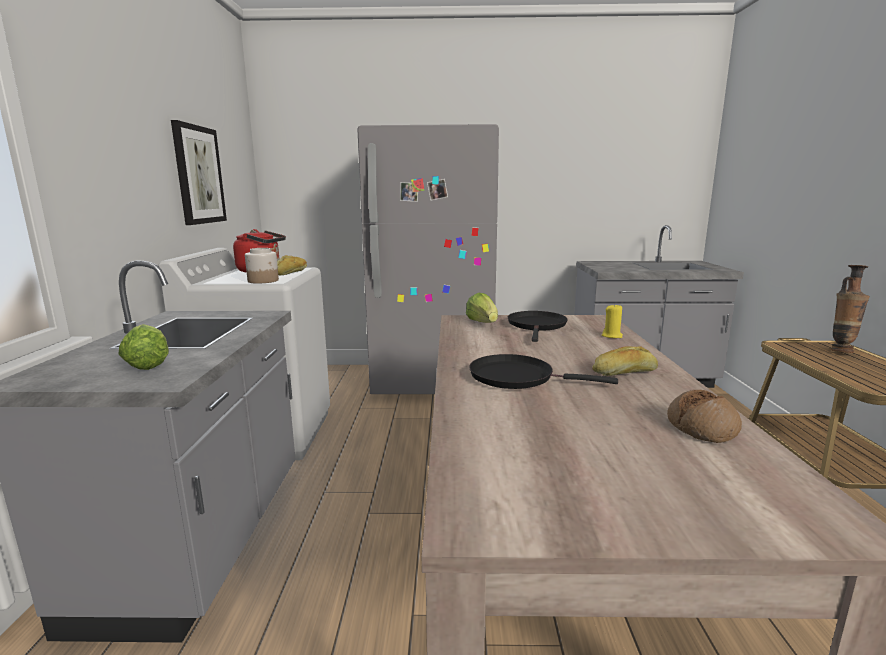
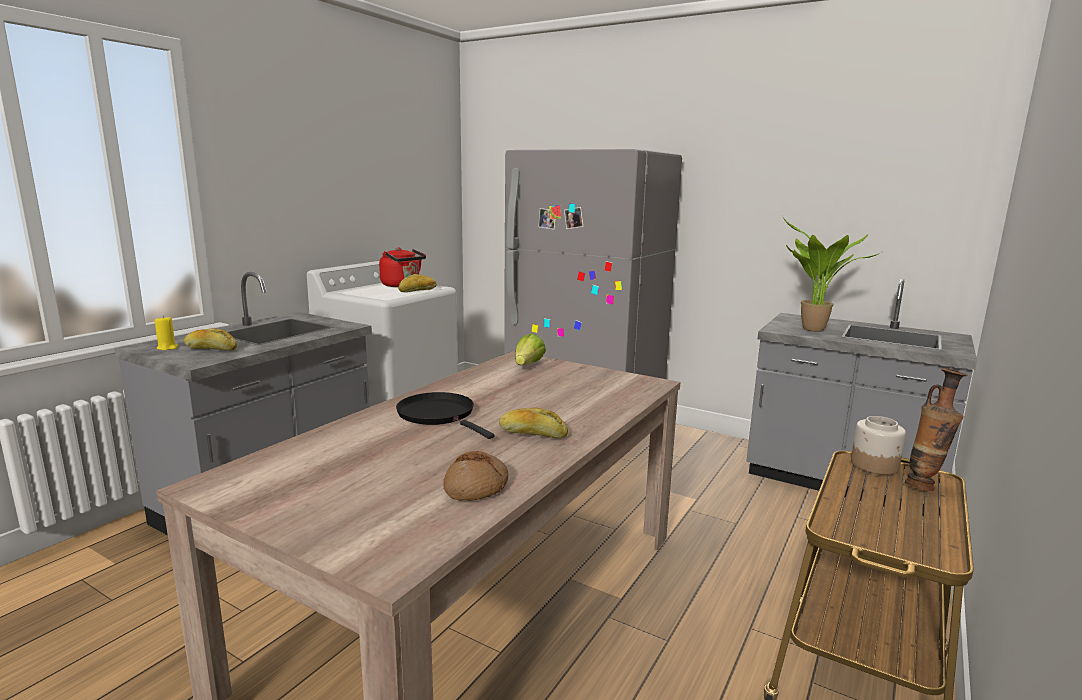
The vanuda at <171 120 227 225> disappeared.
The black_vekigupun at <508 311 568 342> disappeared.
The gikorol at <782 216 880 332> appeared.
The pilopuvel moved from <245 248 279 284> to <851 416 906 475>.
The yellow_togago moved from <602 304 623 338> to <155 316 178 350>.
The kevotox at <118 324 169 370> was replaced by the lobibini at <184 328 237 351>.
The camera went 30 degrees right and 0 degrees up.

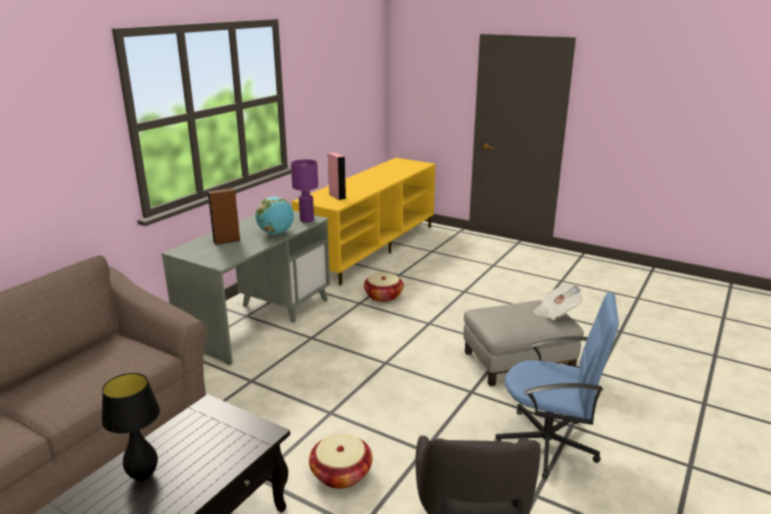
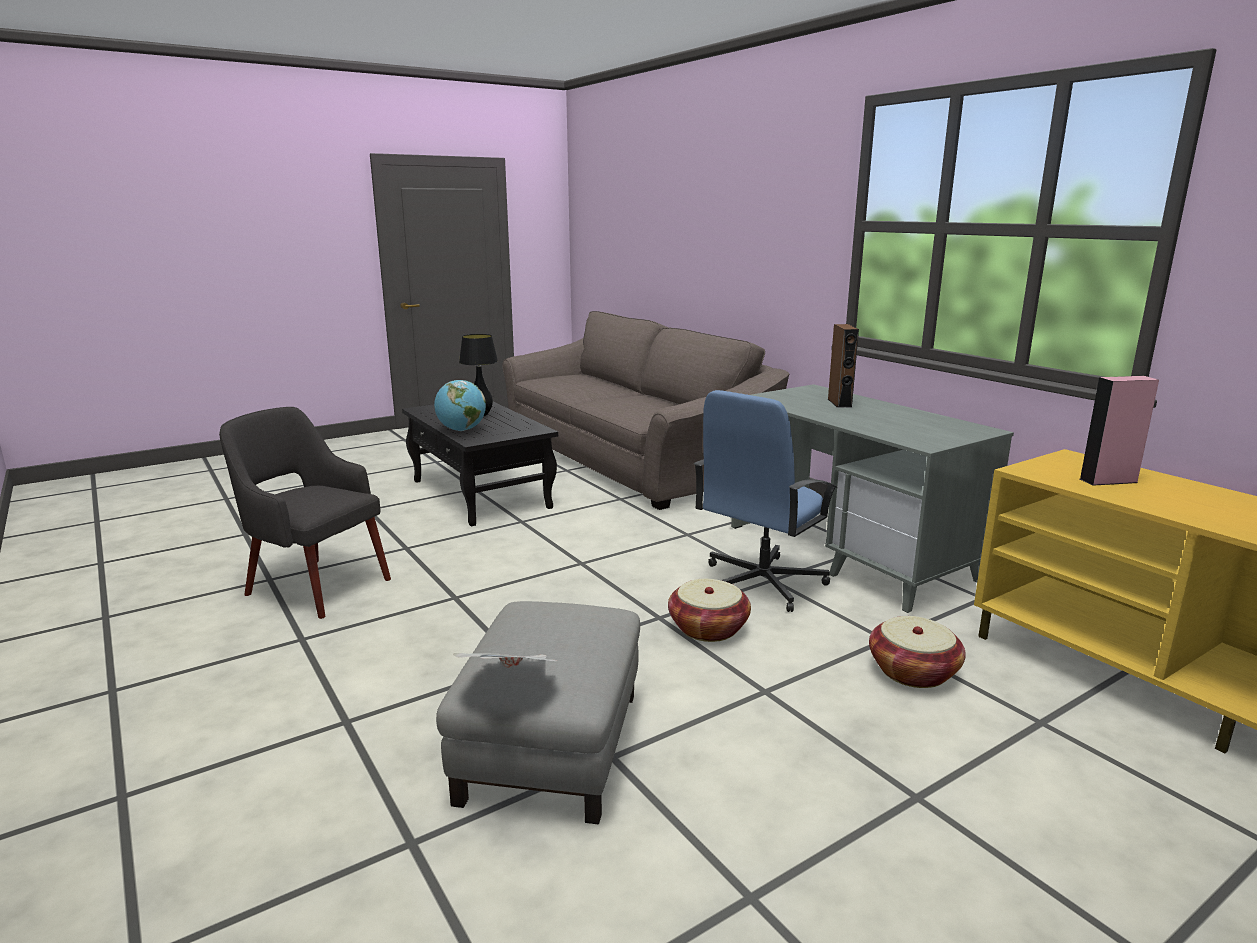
The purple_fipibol at <291 159 318 222> disappeared.
The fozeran moved from <255 196 294 235> to <434 380 486 431>.
The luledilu moved from <309 434 372 489> to <668 579 751 642>.
The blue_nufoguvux moved from <495 293 619 479> to <694 390 838 612>.
The camera went 115 degrees right and 5 degrees down.

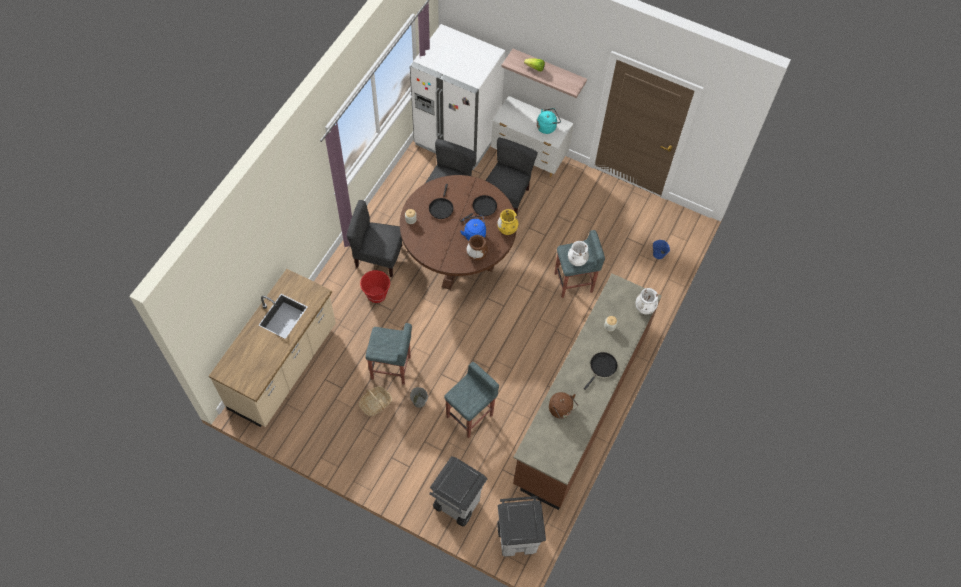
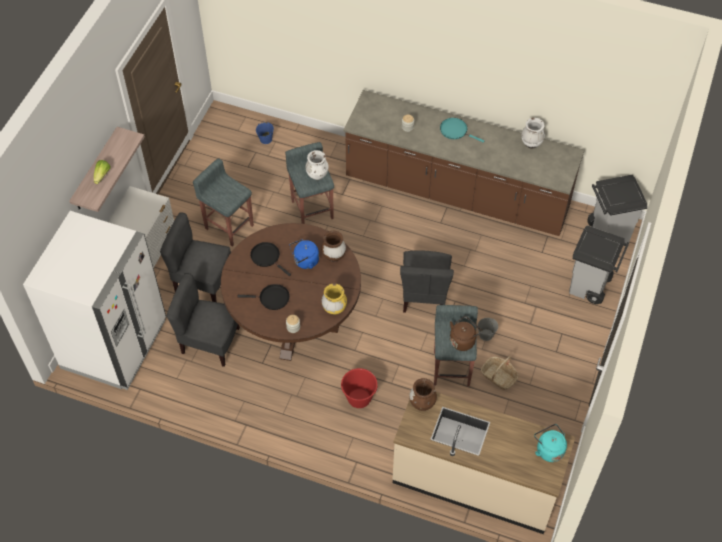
The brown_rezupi at <409 378 437 411> appeared.
The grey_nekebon moved from <347 200 402 277> to <400 250 454 313>.
The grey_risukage moved from <444 362 499 438> to <193 158 254 247>.
The yellow_rezupi moved from <497 209 518 235> to <322 283 347 315>.
The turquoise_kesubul moved from <537 108 561 134> to <534 424 567 462>.
The brown_kesubul moved from <549 392 578 418> to <450 316 482 351>.
The white_rezupi moved from <636 288 658 314> to <521 118 545 148>.
The black_vekigupun at <584 352 617 390> became the turquoise_vekigupun at <440 118 485 143>.
The camera went 95 degrees left and 5 degrees down.

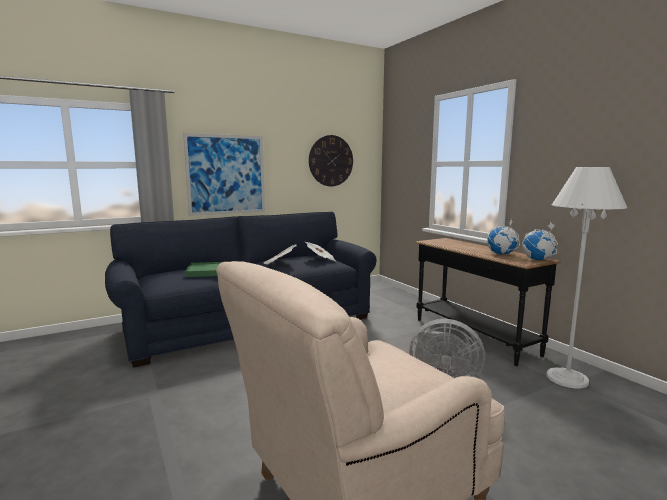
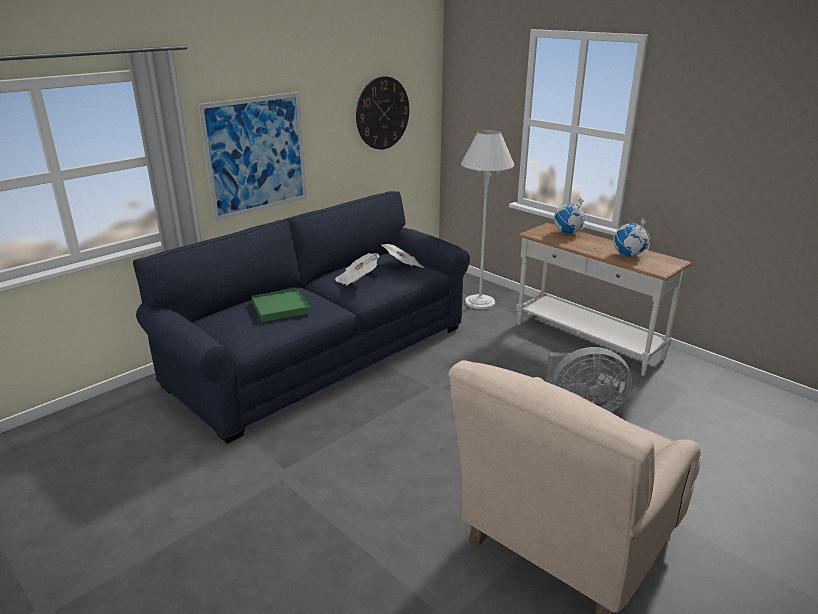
The fozeran moved from <522 222 558 260> to <554 196 586 234>.
The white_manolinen moved from <546 167 627 388> to <461 130 514 309>.
The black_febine at <415 238 561 366> became the white_febine at <516 223 692 376>.
The camera went 15 degrees left and 15 degrees up.

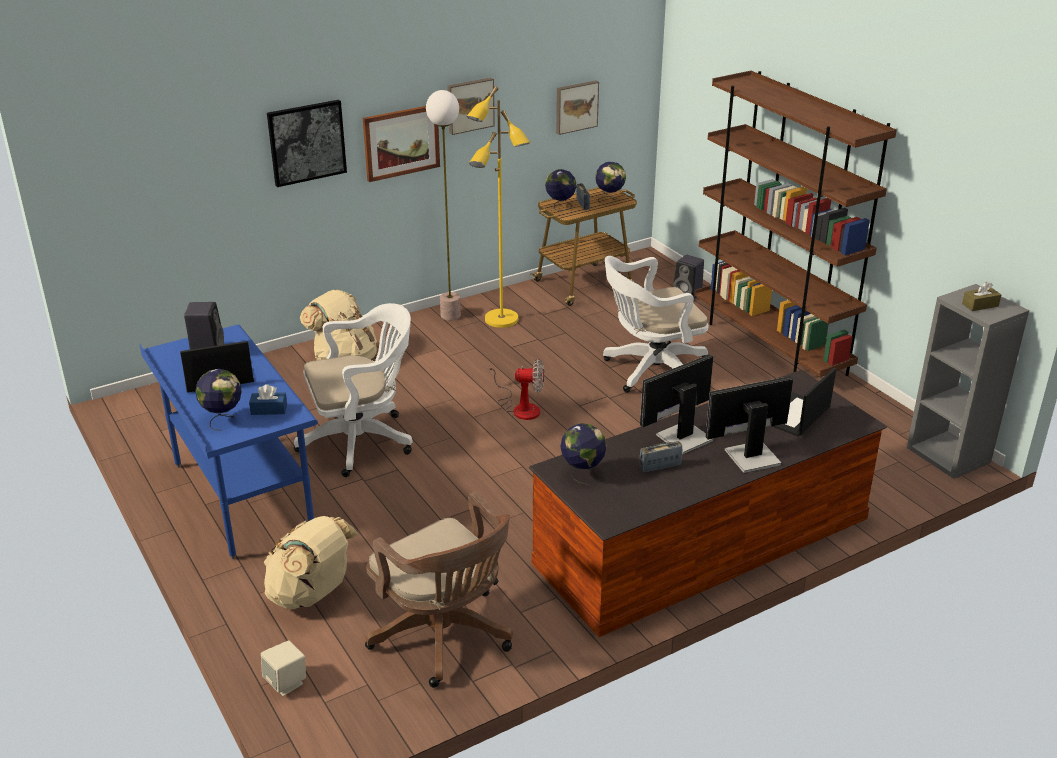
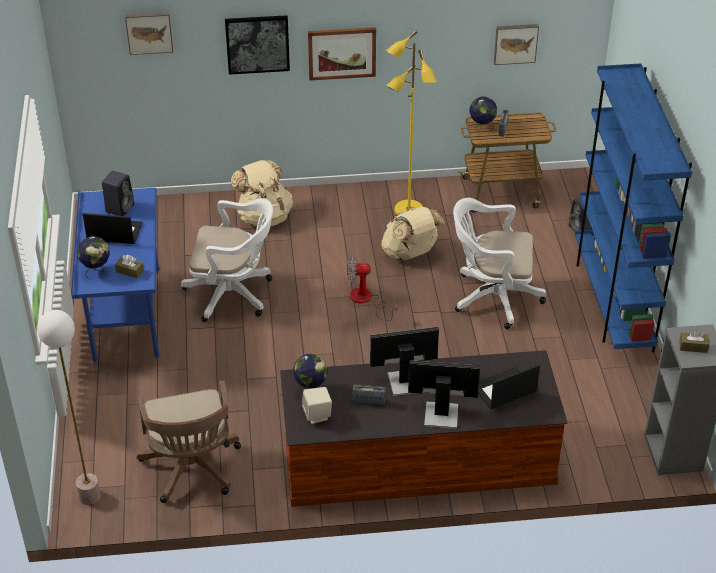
The fozeran at <595 161 626 203> disappeared.
The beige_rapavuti moved from <261 640 306 696> to <302 387 332 424>.
The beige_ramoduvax moved from <264 516 358 609> to <381 207 445 260>.
The manolinen moved from <426 90 461 321> to <37 310 101 505>.
The vanuda moved from <447 78 495 135> to <125 12 173 55>.
The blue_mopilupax at <249 384 287 415> became the brown_mopilupax at <115 255 144 279>.
The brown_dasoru at <695 71 897 377> became the blue_dasoru at <575 63 692 352>.
The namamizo at <489 359 544 420> turned 150 degrees clockwise.
The camera went 25 degrees right and 10 degrees up.

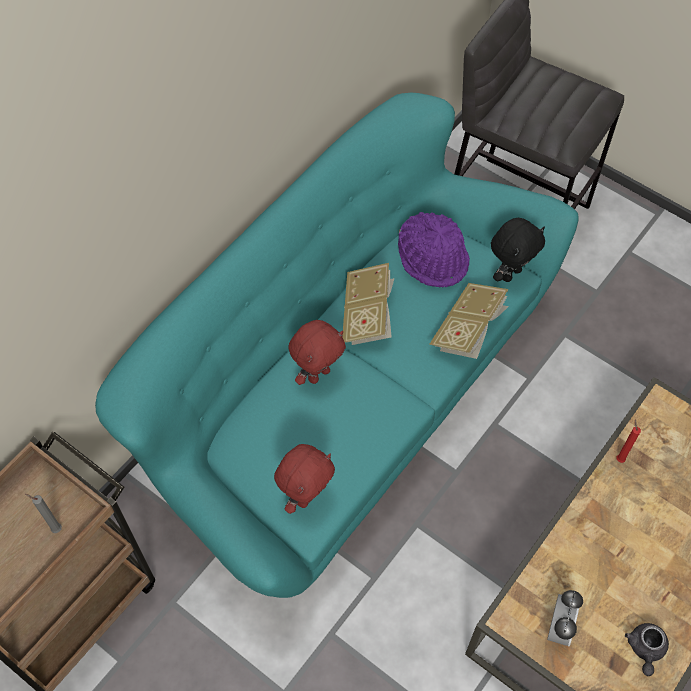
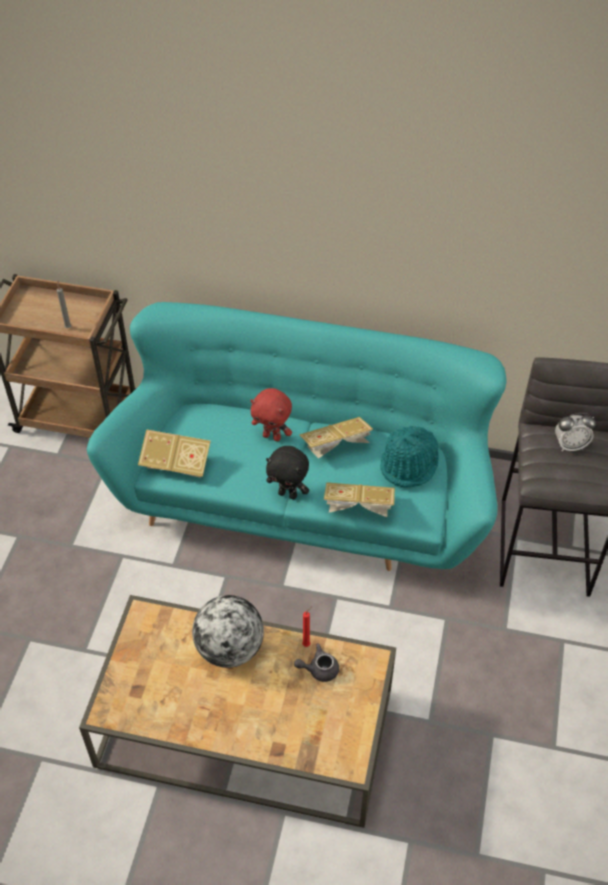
The fozeran at <192 595 264 668> appeared.
The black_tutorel moved from <491 218 545 282> to <266 446 309 499>.
The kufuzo moved from <547 590 583 646> to <555 413 596 451>.
The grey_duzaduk moved from <625 623 669 676> to <294 643 339 682>.
The red_tutorel at <274 444 335 514> was replaced by the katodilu at <138 429 211 478>.
The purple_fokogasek at <398 212 470 288> became the turquoise_fokogasek at <380 426 439 487>.
The camera went 65 degrees right and 10 degrees down.

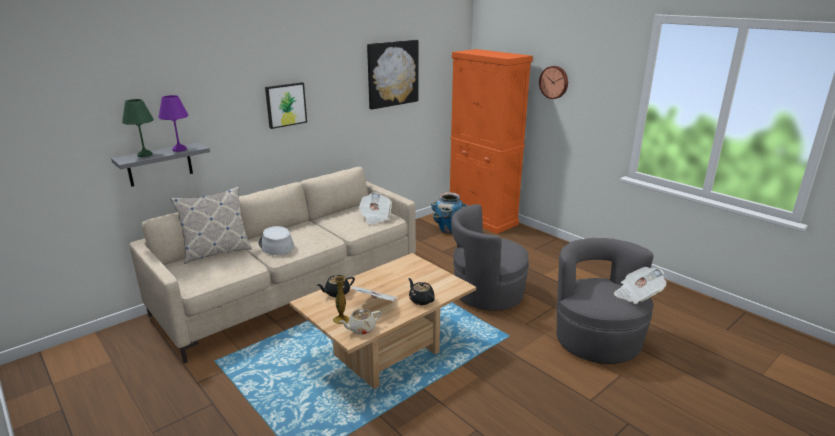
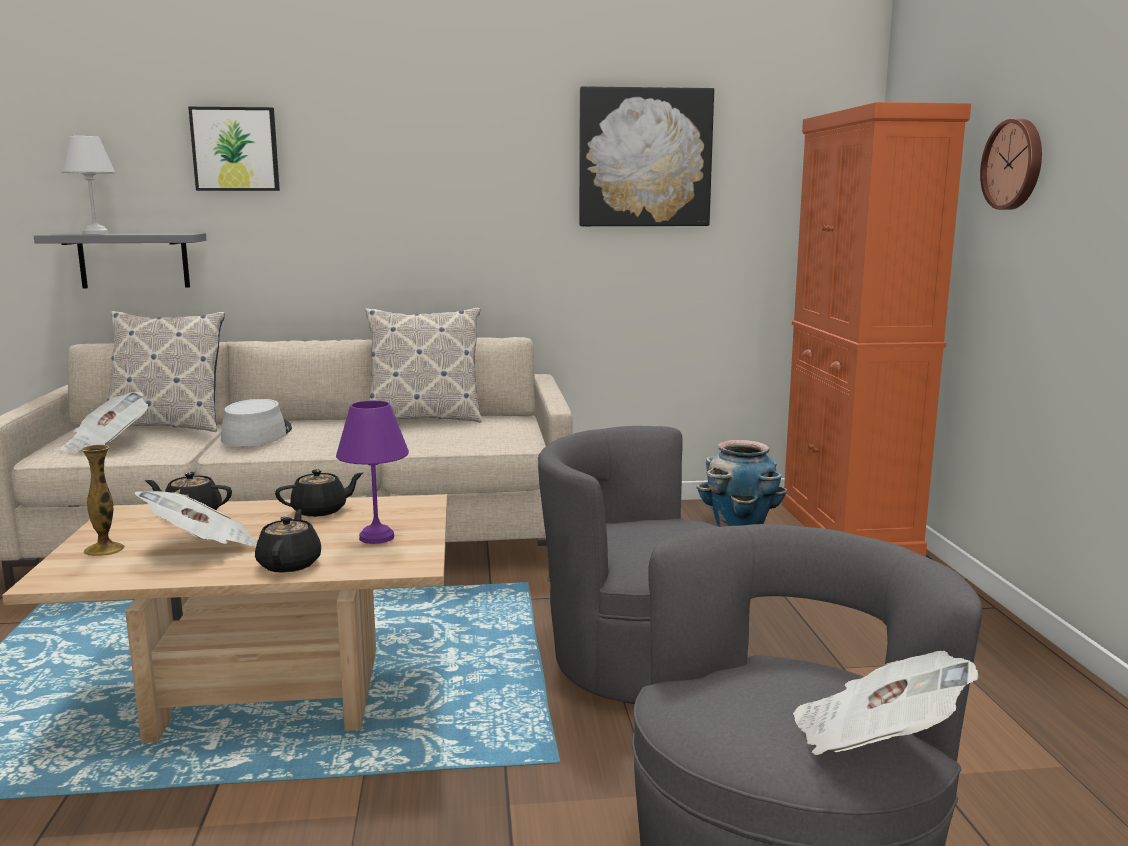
The beige_duzaduk at <339 309 381 335> disappeared.
The black_duzaduk at <275 469 363 517> appeared.
The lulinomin at <365 307 482 422> appeared.
The purple_fipibol moved from <158 95 188 152> to <336 400 409 544>.
The vanuda moved from <265 82 307 129> to <188 107 280 191>.
The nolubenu moved from <358 192 392 225> to <60 392 148 452>.
The green_fipibol at <122 99 154 157> became the white_fipibol at <62 136 115 234>.
The camera went 35 degrees right and 10 degrees down.

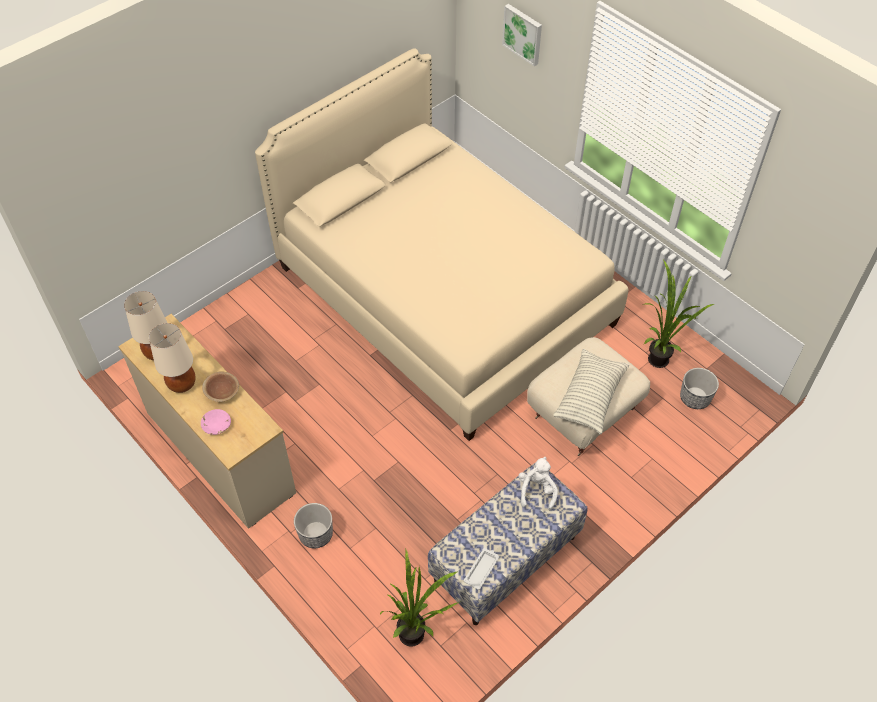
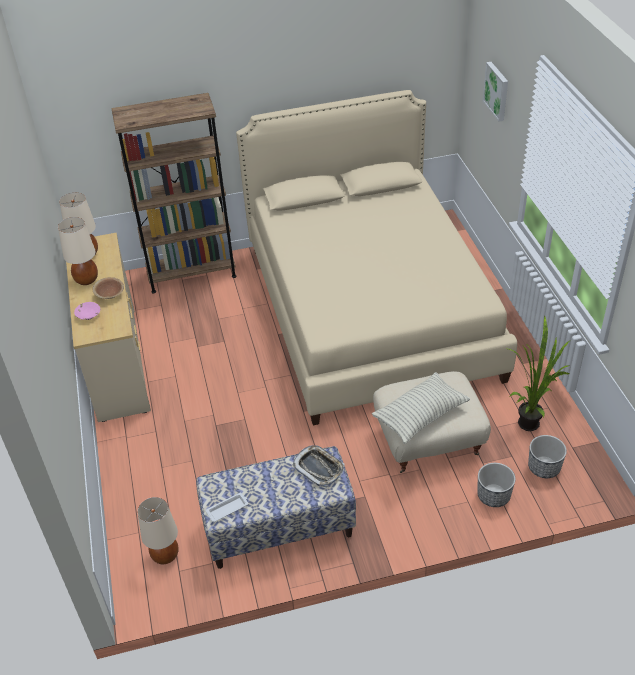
The brown_dasoru at <111 93 236 294> appeared.
The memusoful moved from <294 503 333 548> to <477 463 515 507>.
The gikorol at <380 550 459 647> was replaced by the beige_fipibol at <137 497 179 564>.
The white_tutorel at <518 457 558 510> was replaced by the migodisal at <292 445 344 487>.
The camera went 30 degrees right and 10 degrees down.

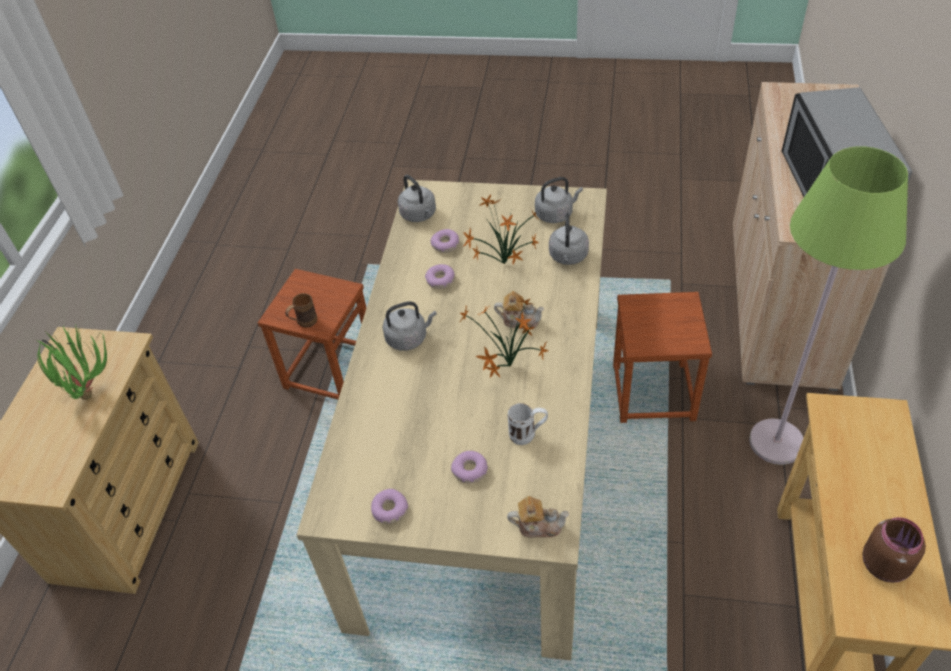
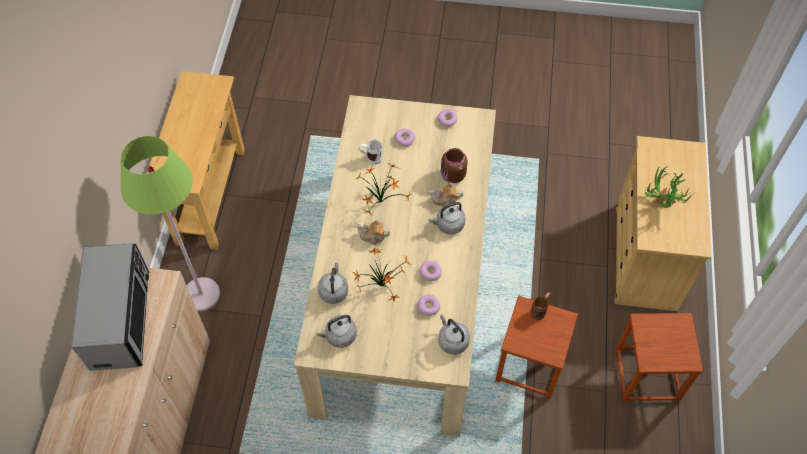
The duzaduk moved from <507 496 569 538> to <429 183 463 206>.
The brown_risukage moved from <613 292 712 423> to <615 313 703 403>.
The brown_pilopuvel moved from <862 517 926 583> to <441 148 468 183>.
The camera went 175 degrees right and 10 degrees up.

